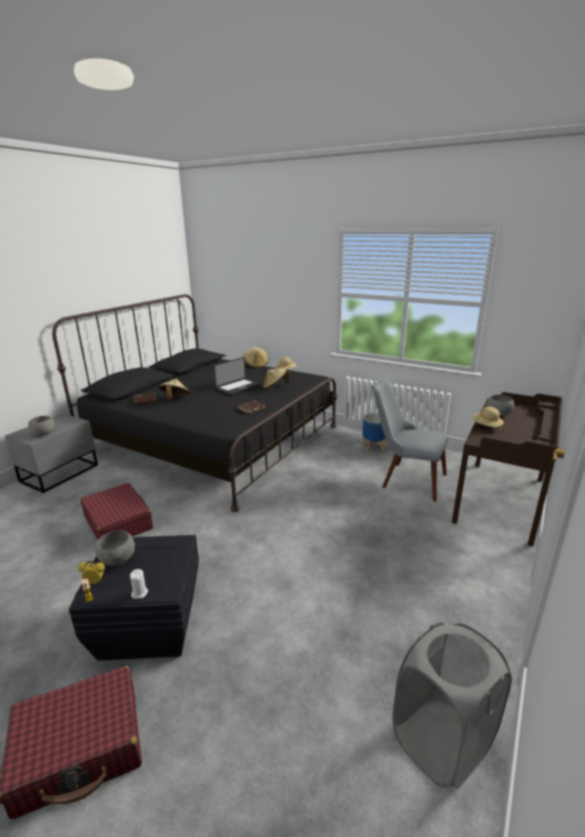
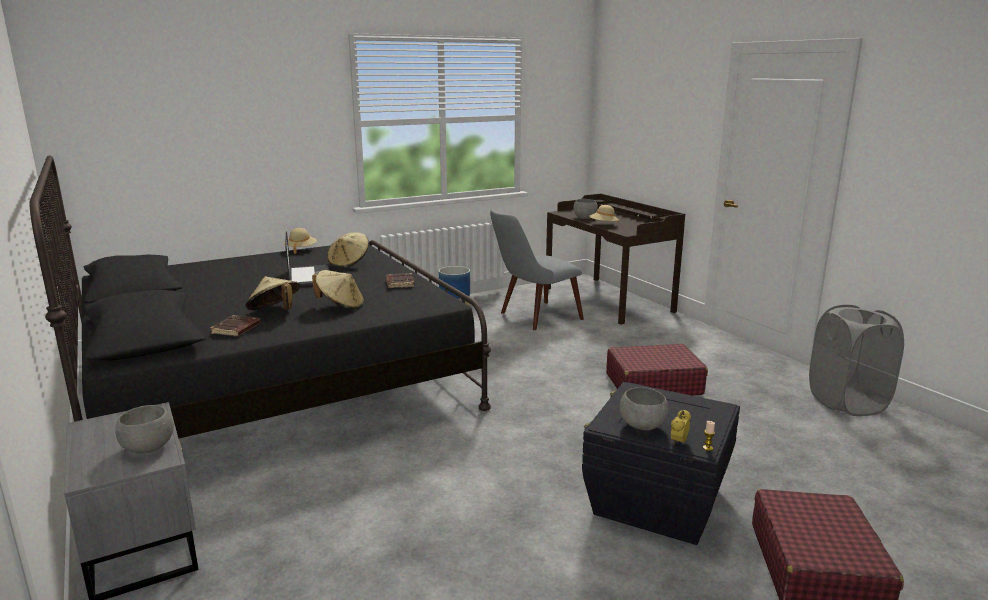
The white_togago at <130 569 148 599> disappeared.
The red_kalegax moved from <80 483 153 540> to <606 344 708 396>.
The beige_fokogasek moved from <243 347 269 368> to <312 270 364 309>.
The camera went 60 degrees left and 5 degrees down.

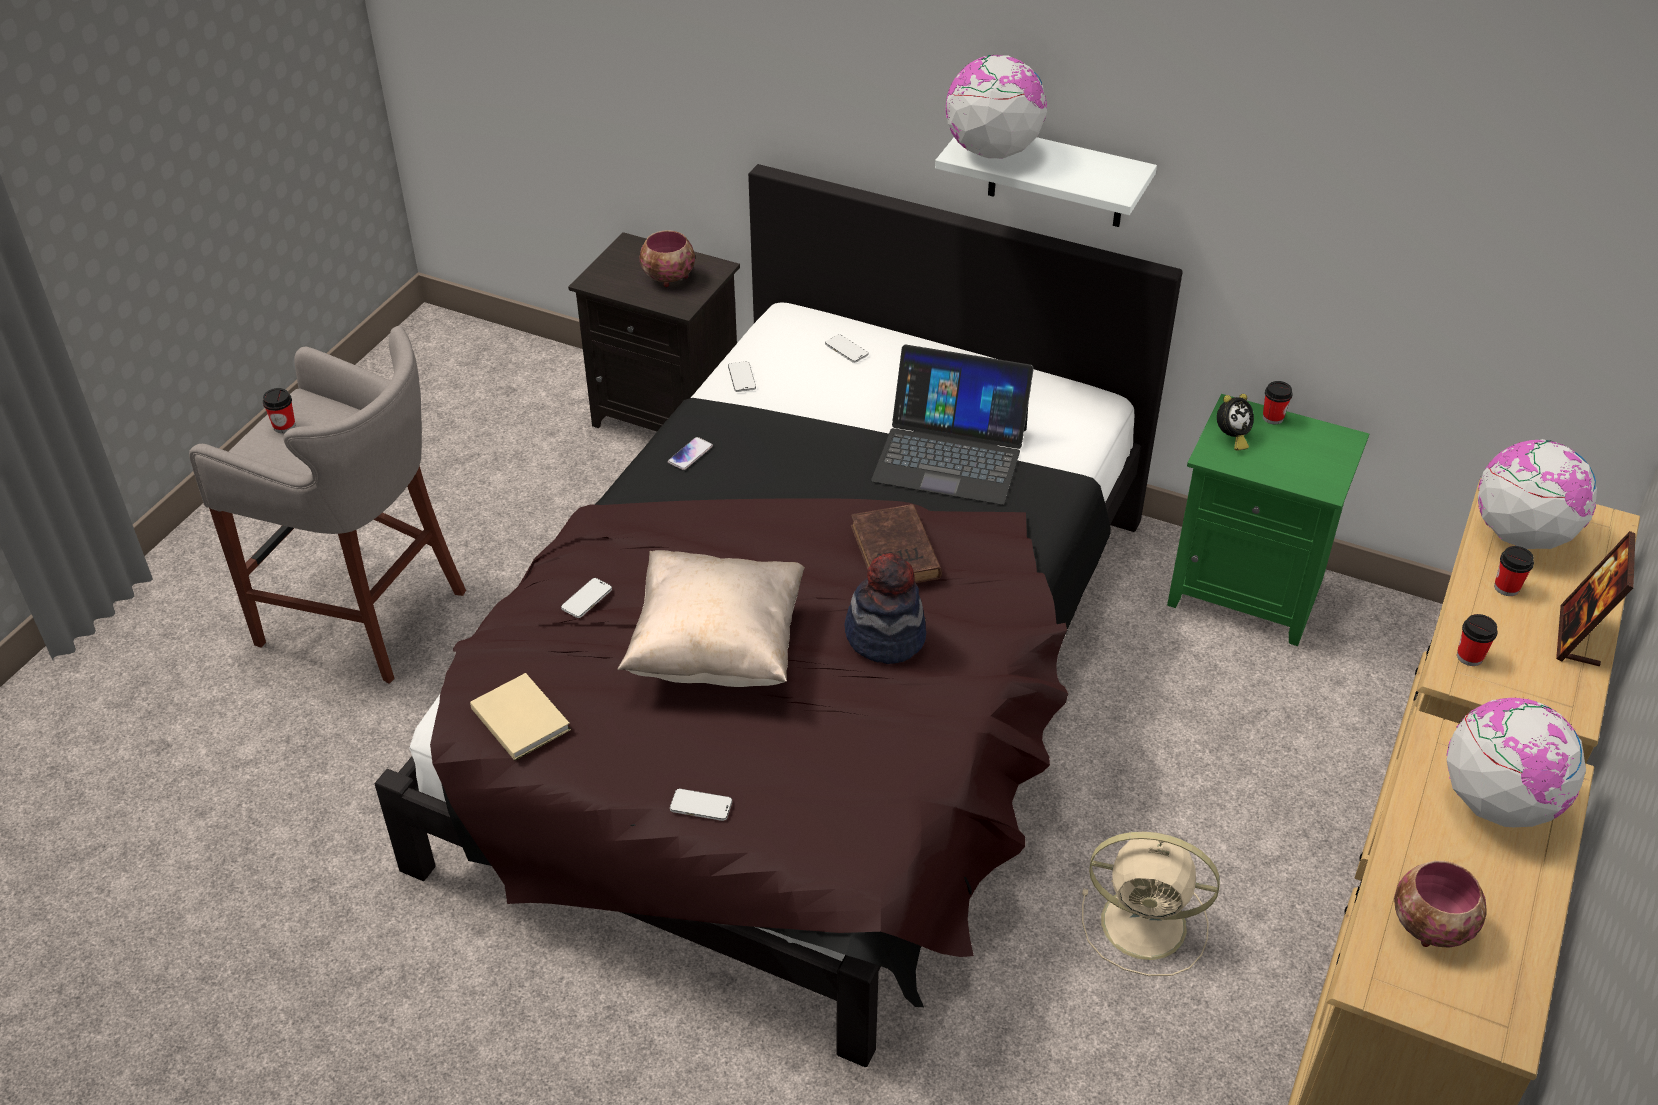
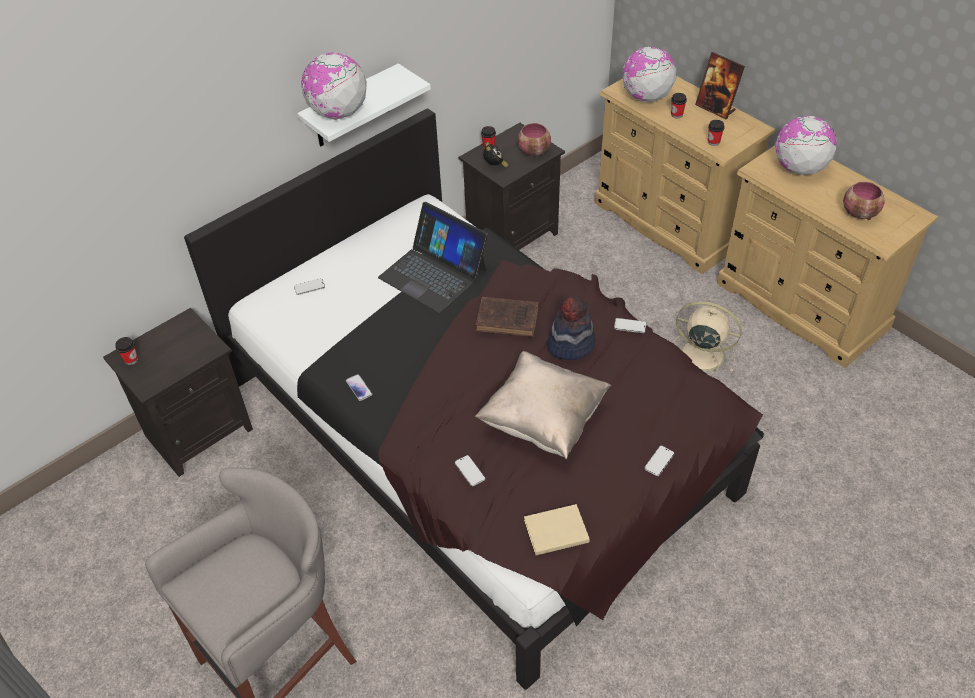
The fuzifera moved from <263 388 295 433> to <115 337 138 365>.
The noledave moved from <639 230 695 287> to <517 123 551 156>.
The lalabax moved from <728 361 756 392> to <614 318 646 333>.
The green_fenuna at <1167 394 1369 646> became the black_fenuna at <459 123 565 250>.
The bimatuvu at <871 345 1034 505> turned 90 degrees clockwise.
The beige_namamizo at <1082 832 1220 976> turned 105 degrees counterclockwise.
The camera went 65 degrees left and 5 degrees up.

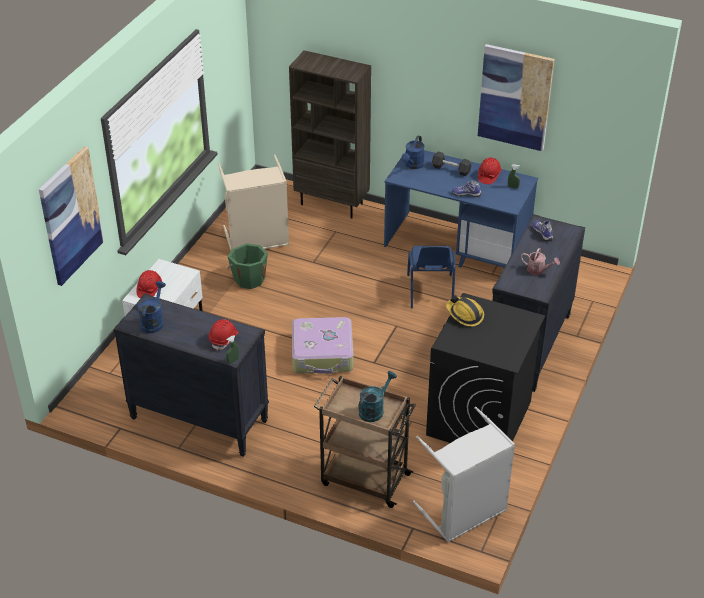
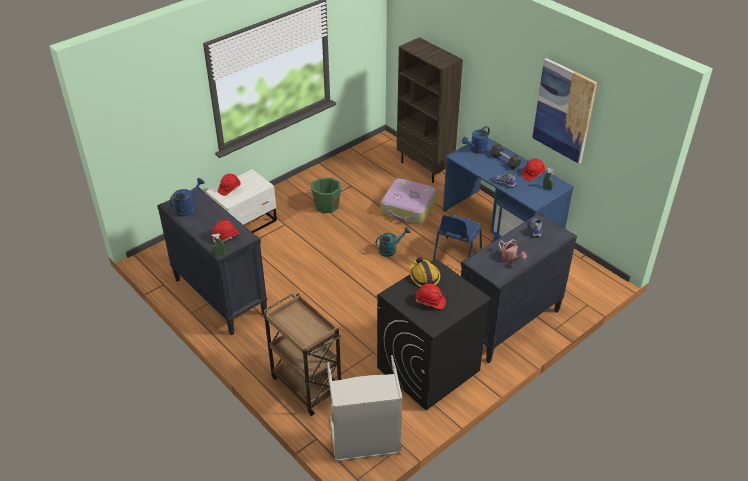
The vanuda at <39 146 104 286> disappeared.
The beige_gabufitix at <218 154 289 250> disappeared.
The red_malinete at <415 283 446 309> appeared.
The kalegax moved from <292 317 353 374> to <381 178 437 224>.
The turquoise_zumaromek moved from <358 371 397 422> to <376 227 410 257>.
The camera went 25 degrees right and 0 degrees up.

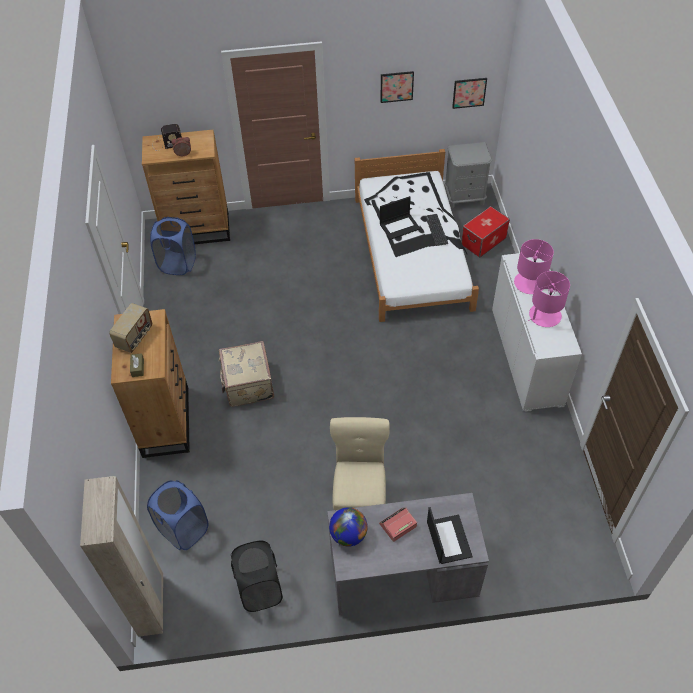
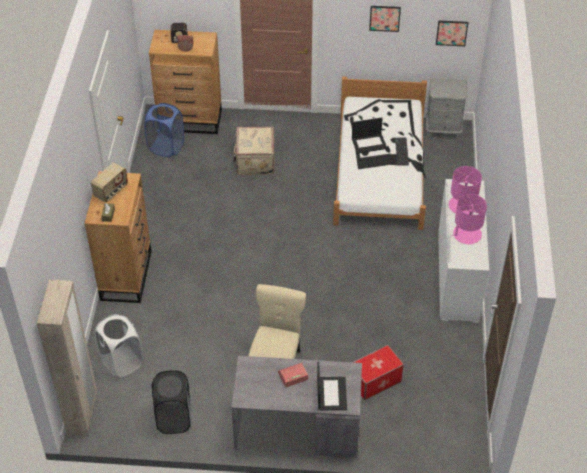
The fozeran at <329 507 368 547> disappeared.
The beige_kalegax moved from <218 341 274 407> to <233 127 275 175>.
The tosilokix moved from <461 206 510 258> to <354 345 404 400>.
The blue_gabufitix at <147 480 208 550> became the white_gabufitix at <94 314 143 377>.
The camera went 10 degrees right and 5 degrees down.

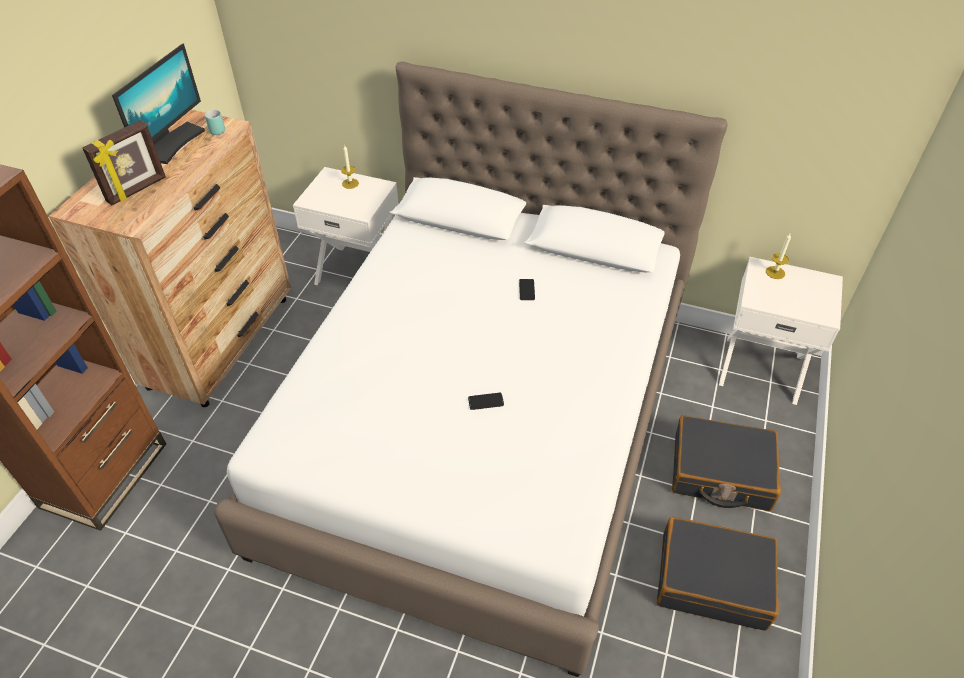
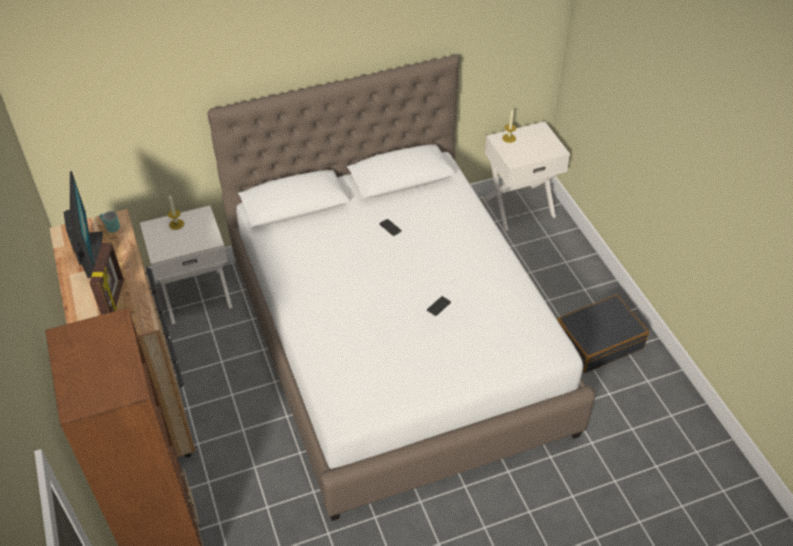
The black_kalegax at <672 415 781 511> disappeared.
The camera went 40 degrees left and 0 degrees up.

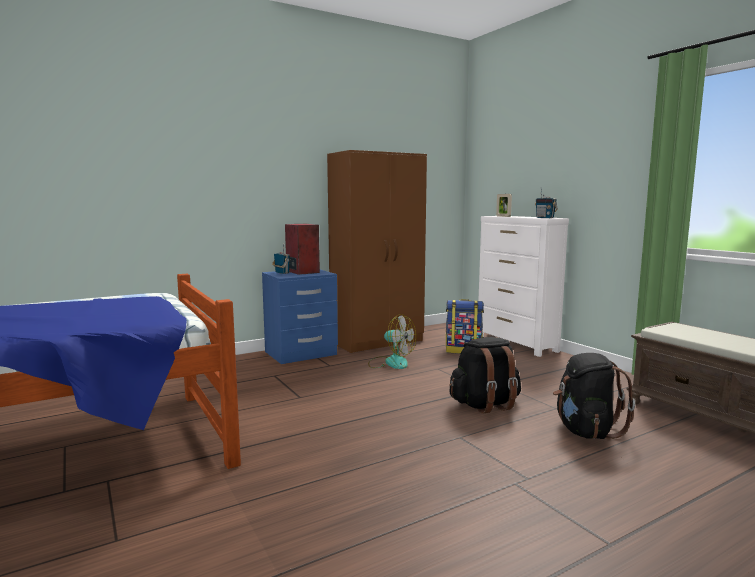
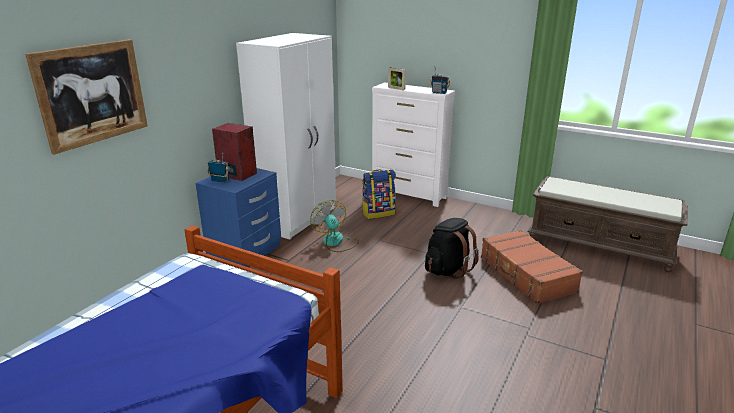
The vanuda at <25 39 148 155> appeared.
The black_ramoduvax at <553 353 635 439> was replaced by the brown_kalegax at <481 230 583 304>.
The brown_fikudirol at <327 150 427 353> became the white_fikudirol at <236 33 336 240>.
The namamizo at <368 314 416 369> turned 120 degrees counterclockwise.
The camera went 30 degrees left and 15 degrees up.

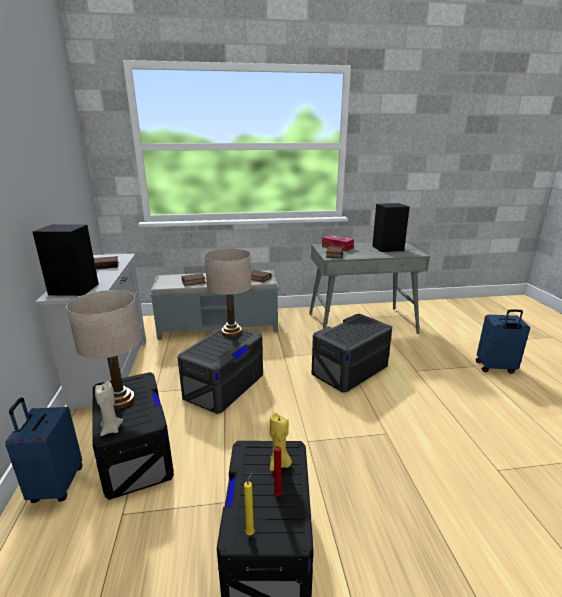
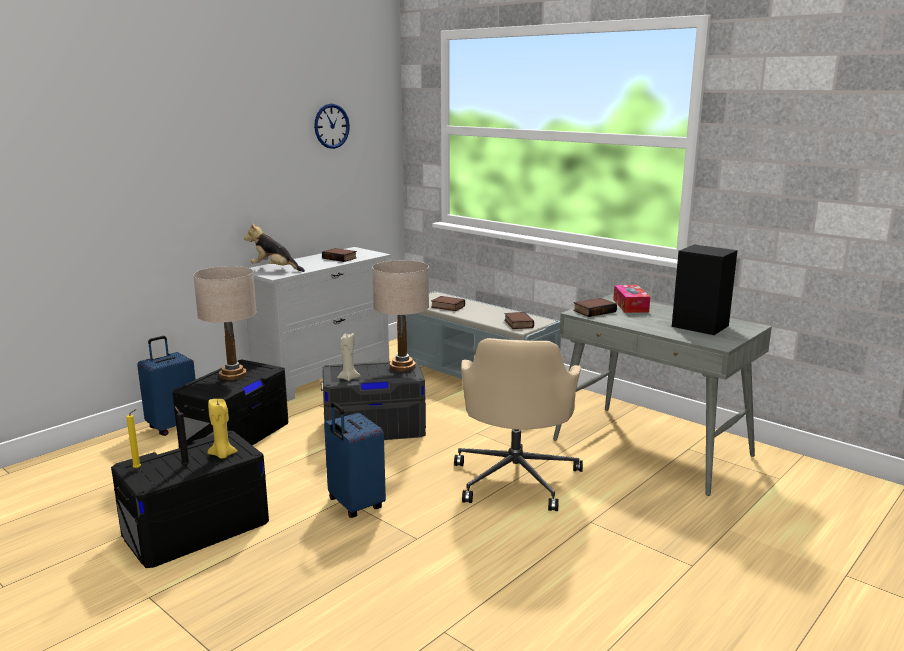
The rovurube at <314 104 350 149> appeared.
The beige_togago moved from <95 381 123 436> to <337 333 361 381>.
The blue_kalegax moved from <476 309 530 374> to <324 402 386 518>.
The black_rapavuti at <32 224 99 296> was replaced by the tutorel at <244 223 305 272>.
The grey_tosilokix at <312 314 392 392> was replaced by the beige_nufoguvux at <454 338 583 511>.
The red_togago at <270 444 282 496> became the black_togago at <175 407 190 466>.
The camera went 50 degrees right and 5 degrees down.

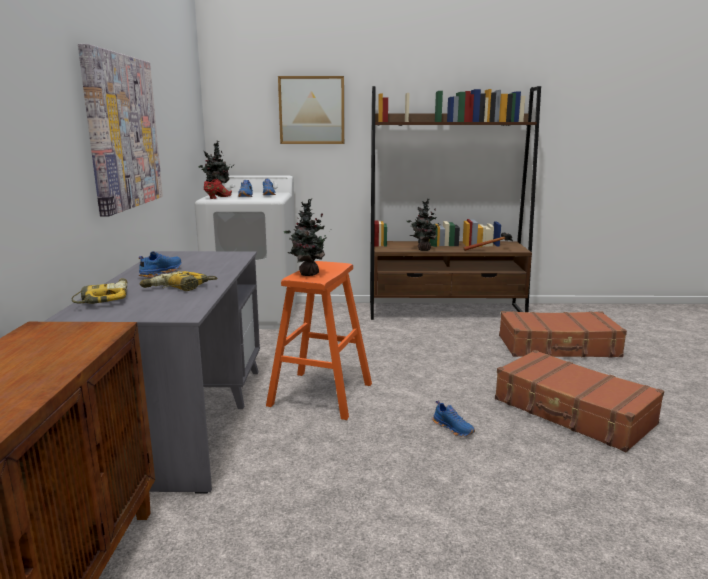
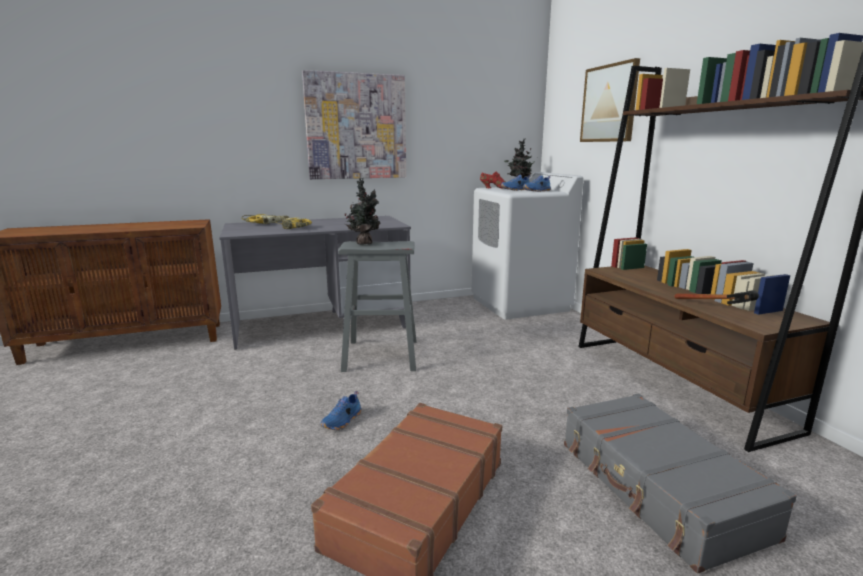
The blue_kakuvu at <139 251 182 278> disappeared.
The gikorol at <407 199 442 251> disappeared.
The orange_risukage at <266 261 372 420> became the grey_risukage at <338 241 417 372>.
The brown_kalegax at <499 311 627 357> became the grey_kalegax at <564 394 797 573>.
The camera went 70 degrees right and 0 degrees up.

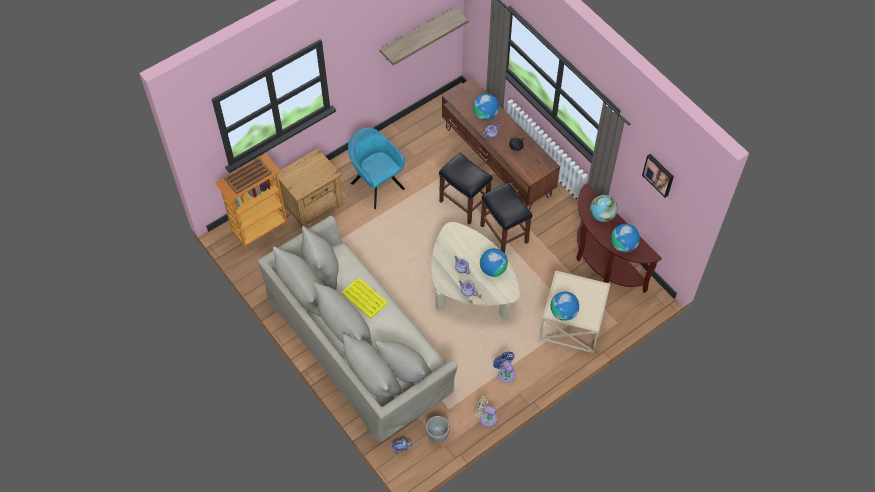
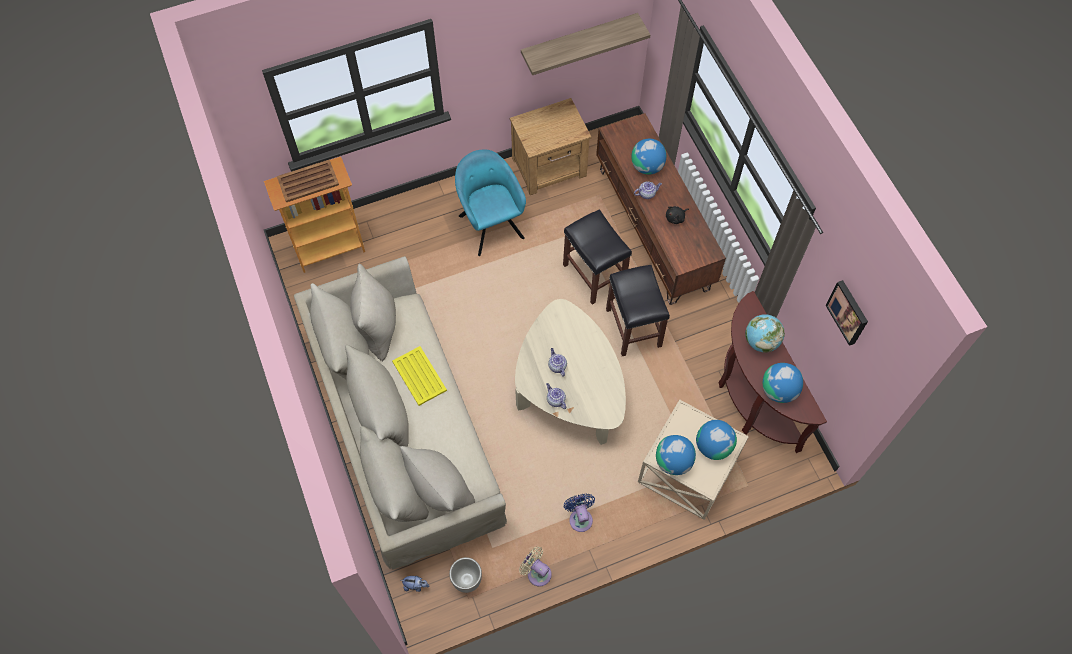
The brown_fenuna moved from <278 148 343 228> to <509 98 592 195>.
The fozeran moved from <480 248 508 277> to <696 420 737 460>.
The camera went 15 degrees right and 5 degrees up.

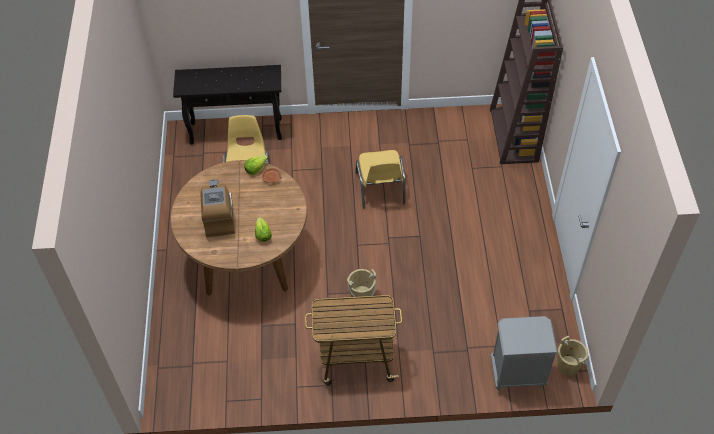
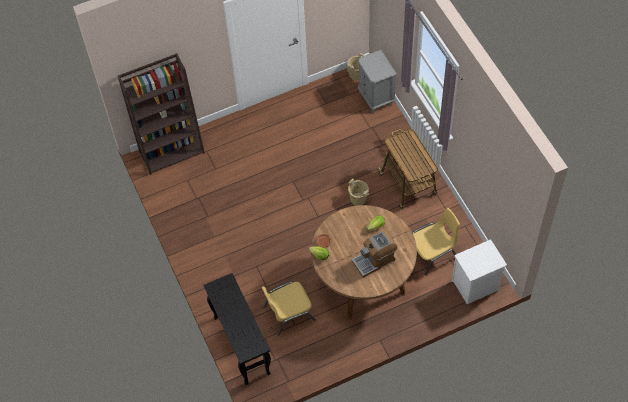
The white_fenuna at <452 239 507 305> appeared.
The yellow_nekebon moved from <355 150 405 209> to <413 208 460 276>.
The camera went 110 degrees left and 5 degrees up.

